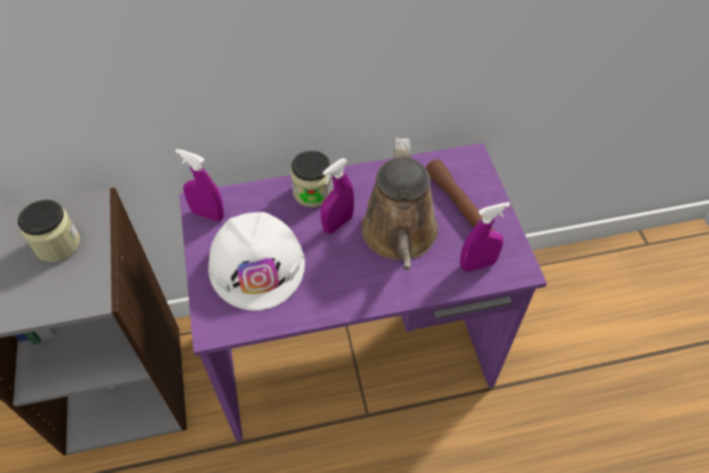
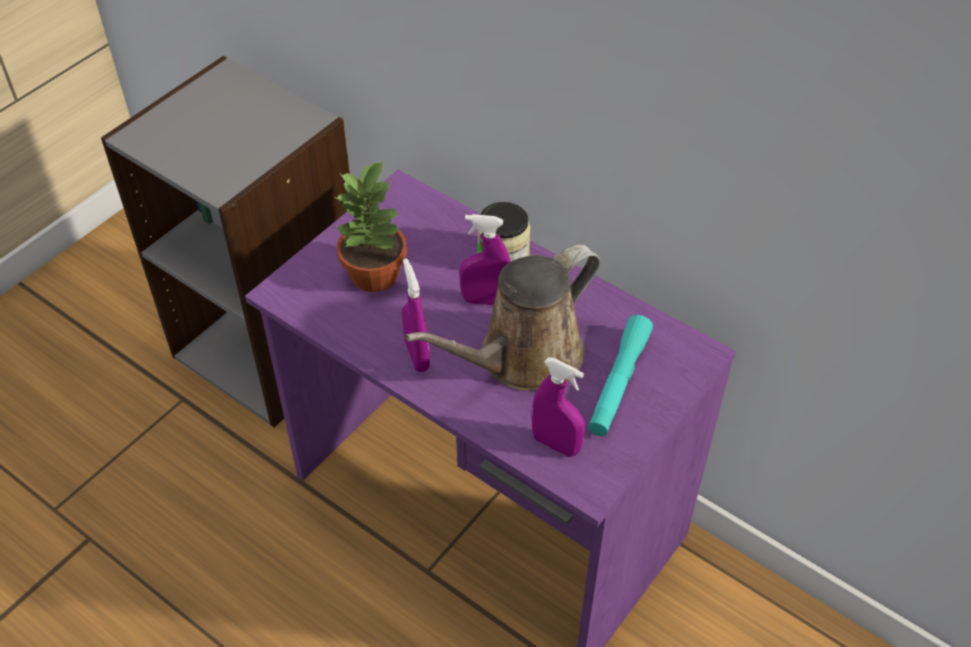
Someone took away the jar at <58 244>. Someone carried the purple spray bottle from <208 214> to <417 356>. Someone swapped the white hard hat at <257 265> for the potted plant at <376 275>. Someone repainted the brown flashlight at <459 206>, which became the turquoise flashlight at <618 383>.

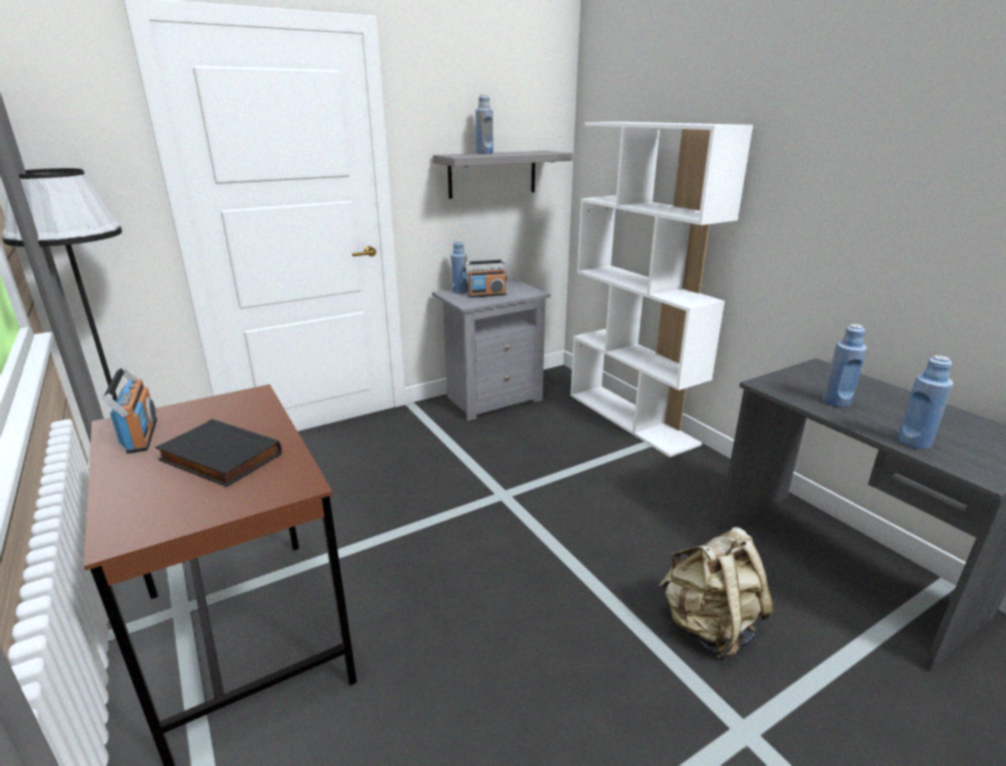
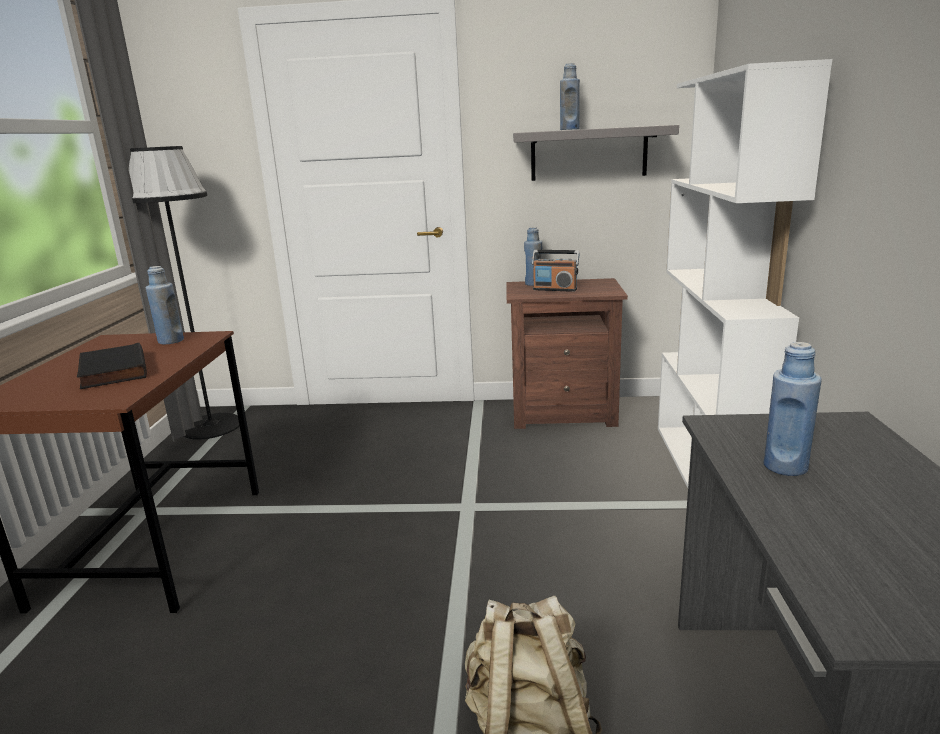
Someone took away the radio at <141 436>. Someone repainted the grey nightstand at <492 398>, which became the brown nightstand at <564 413>. Someone carried the blue bottle from <914 442> to <171 341>.

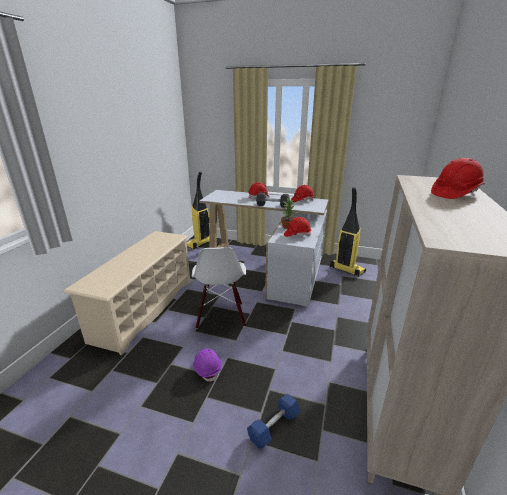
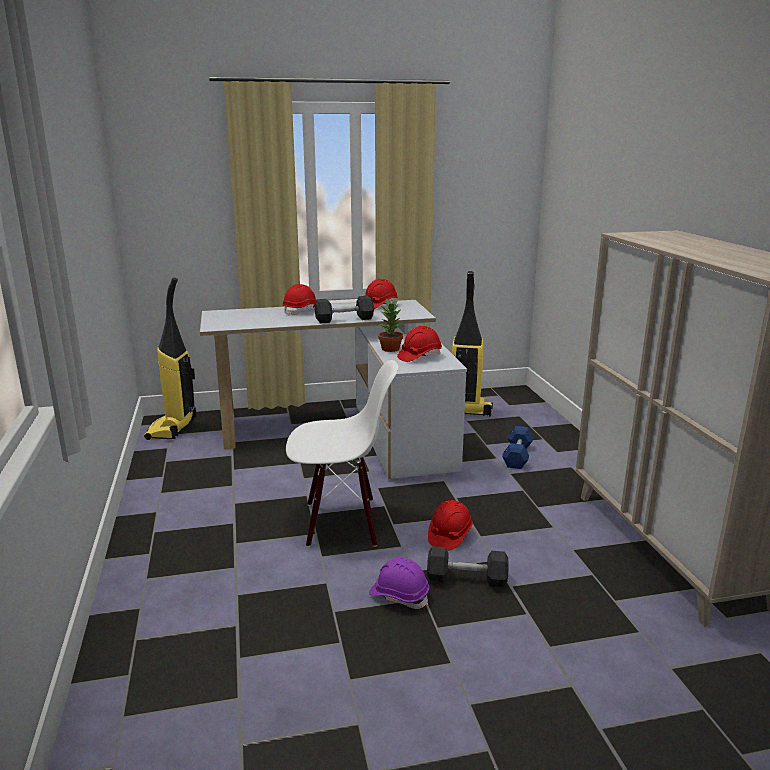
Someone took away the beige shoe rack at <144 308>. Someone rotated the white chair at <221 316> by 60 degrees counterclockwise. Someone carried the blue dumbbell from <274 426> to <517 456>. Someone carried the red hard hat from <454 193> to <449 535>. Someone put down the grey dumbbell at <466 578>.

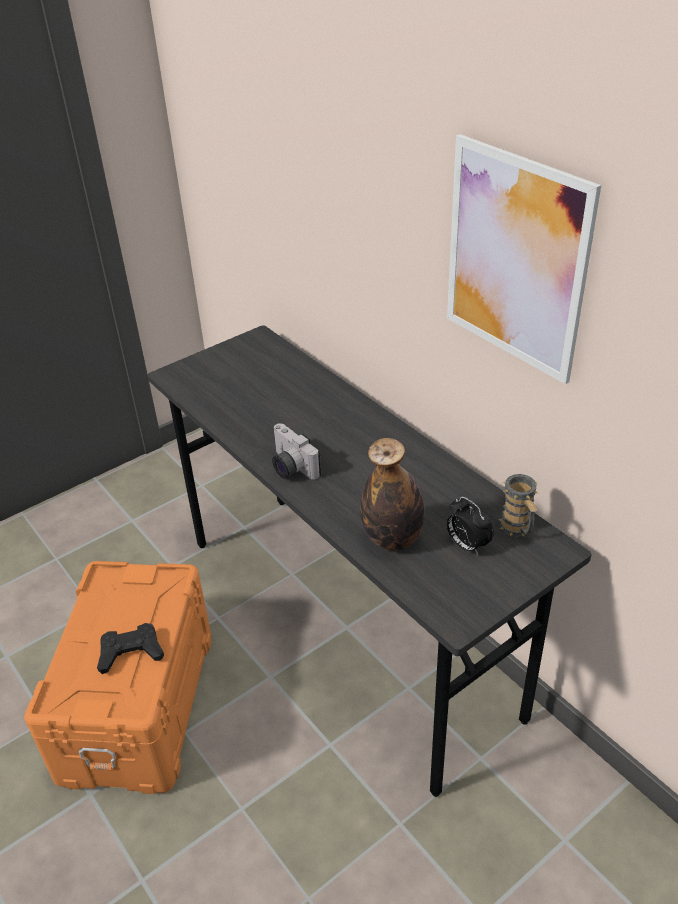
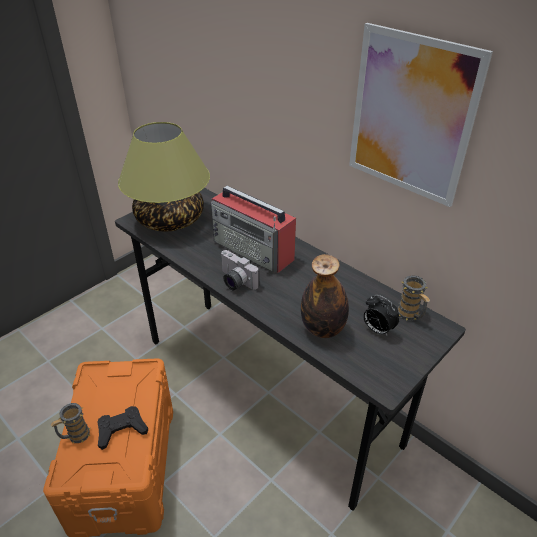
Someone put down the mug at <75 436>. Someone put down the table lamp at <170 219>. Someone put down the radio at <254 250>.

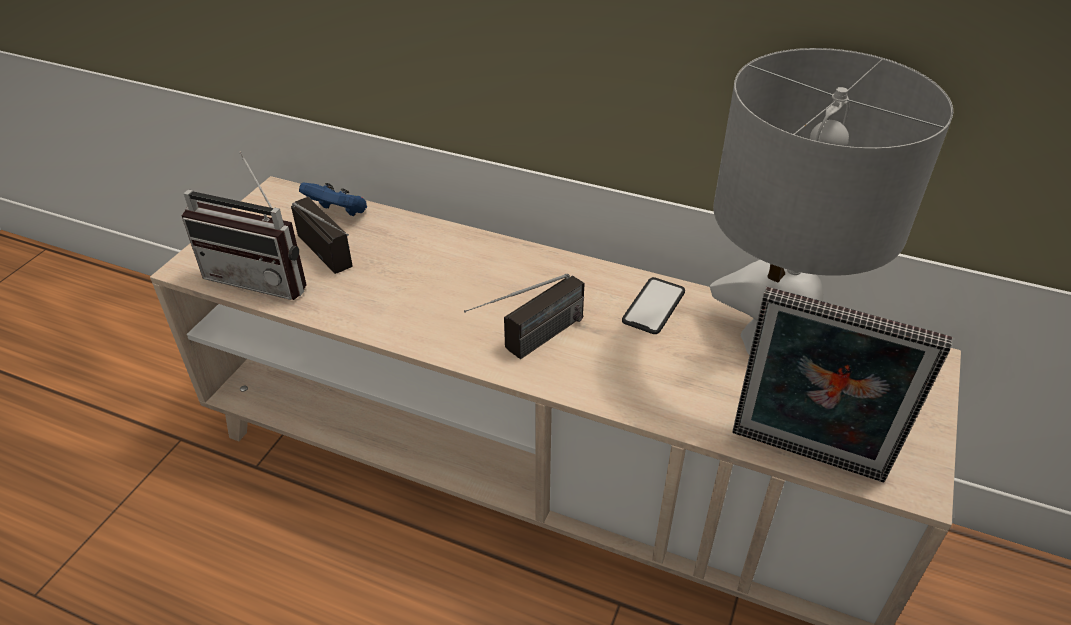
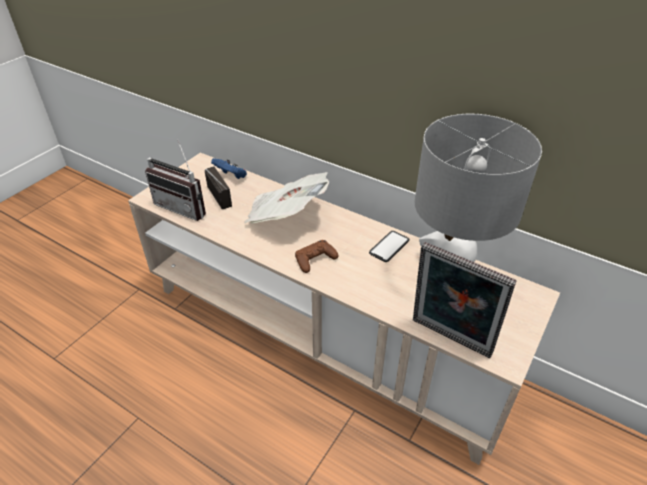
Someone swapped the radio at <529 345> for the brown game controller at <315 259>. Someone put down the newspaper at <286 216>.

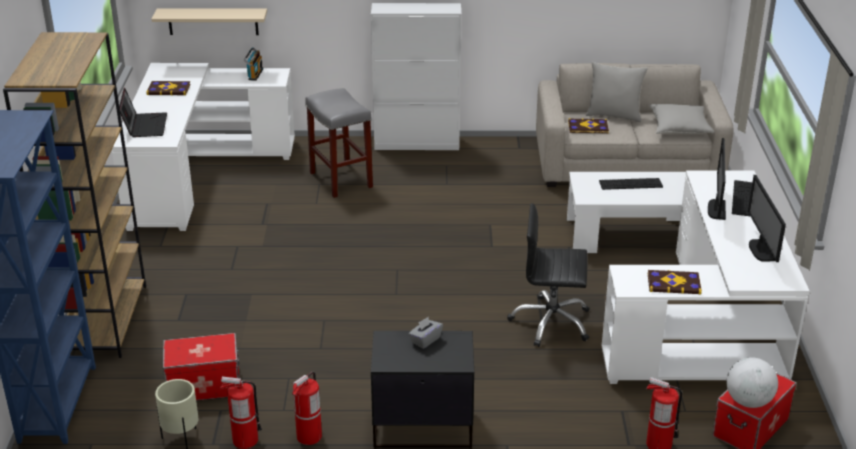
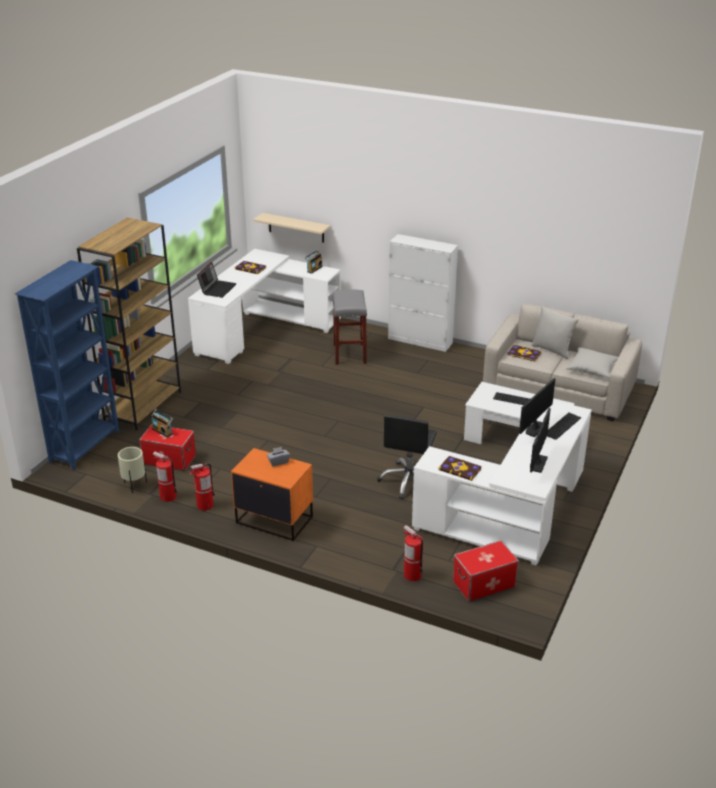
Someone repainted the black nightstand at <422 427>, which became the orange nightstand at <274 520>. Someone rotated the black office chair at <551 322> by 105 degrees counterclockwise. Someone took away the globe at <748 401>. Someone put down the radio at <163 431>.

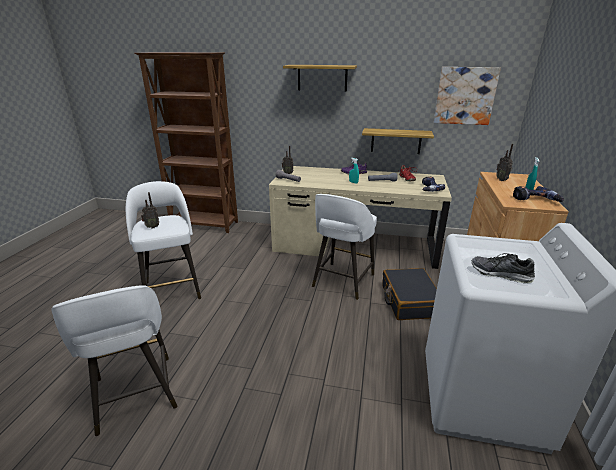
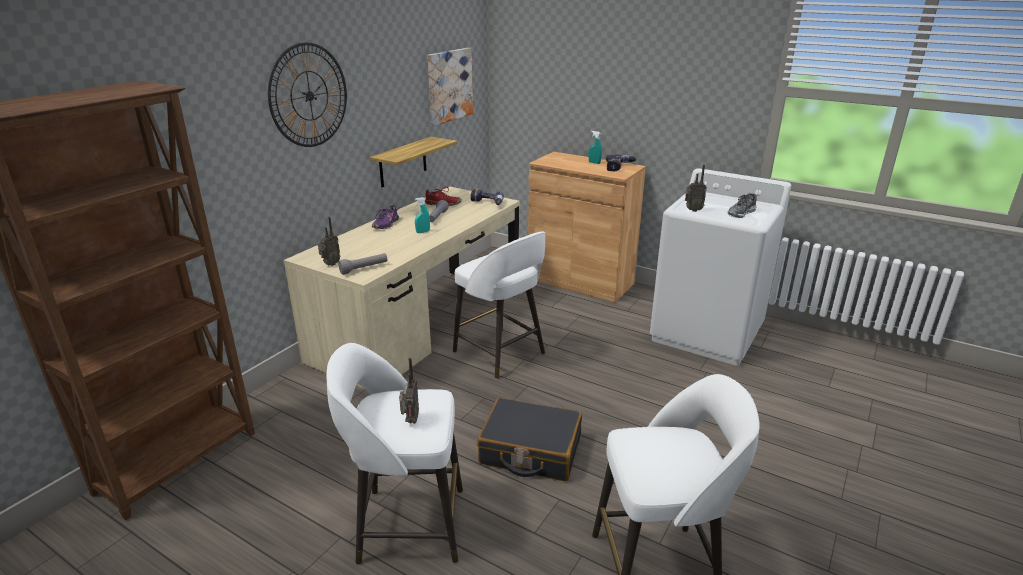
Someone swapped the shelf at <322 78> for the wall clock at <309 95>. Someone carried the black suitcase from <409 301> to <530 451>. Someone carried the radio from <502 180> to <692 210>.

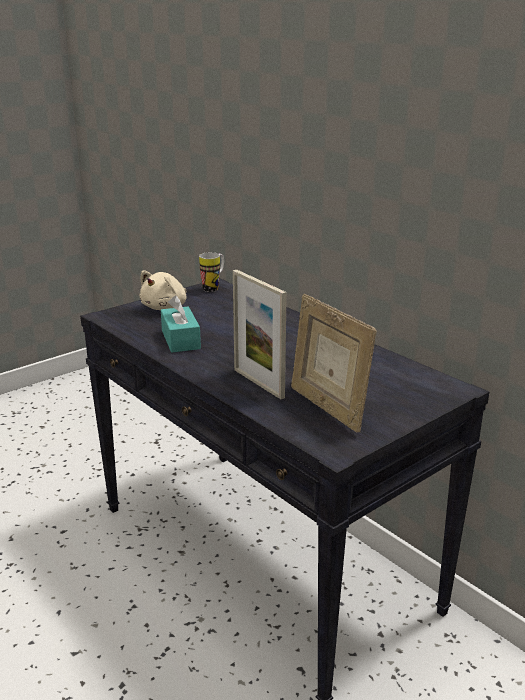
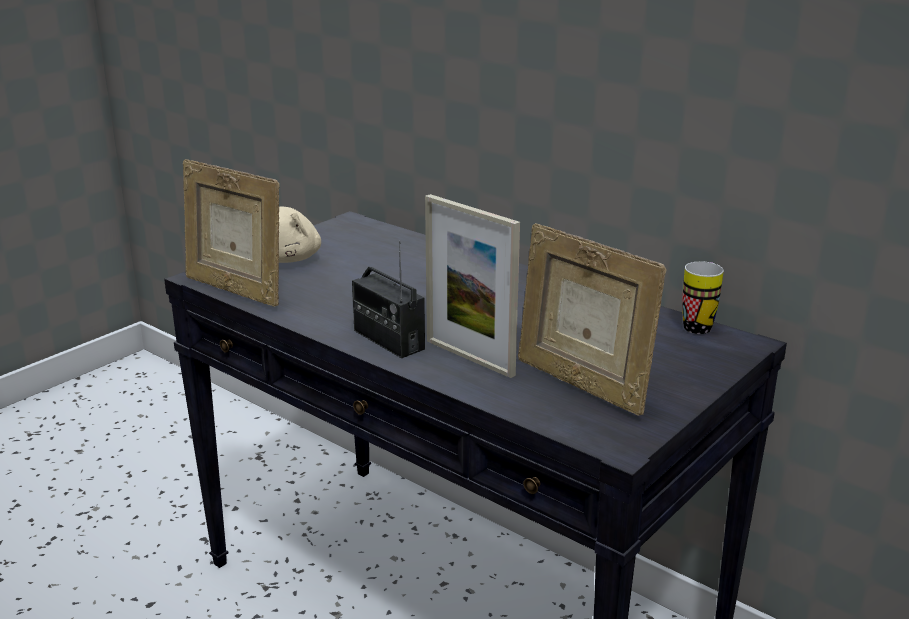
Someone took away the turquoise tissue box at <180 339>. Someone carried the mug from <214 288> to <699 324>. Someone put down the picture frame at <235 290>. Someone put down the radio at <388 340>.

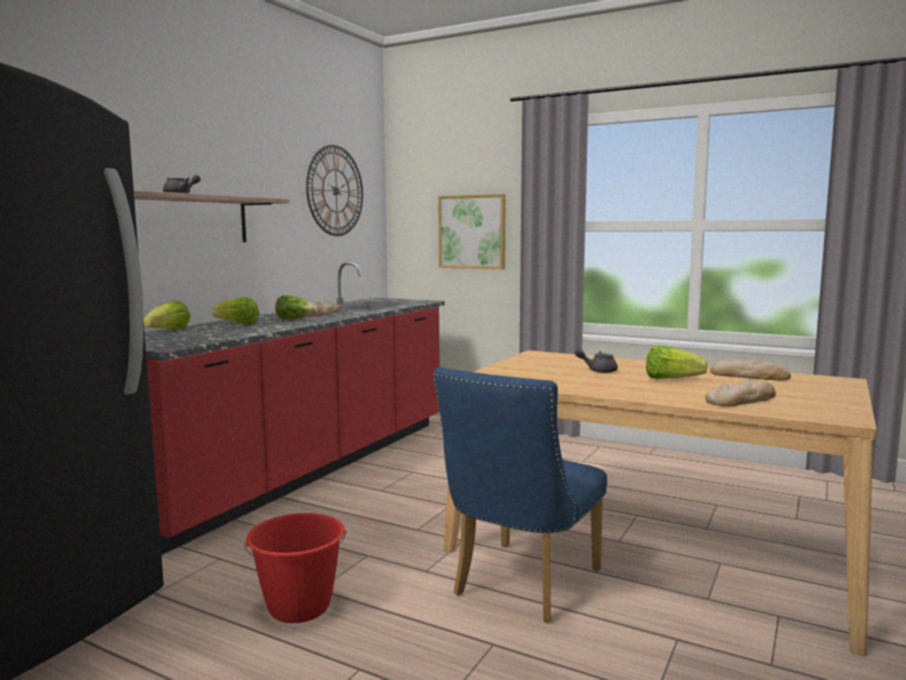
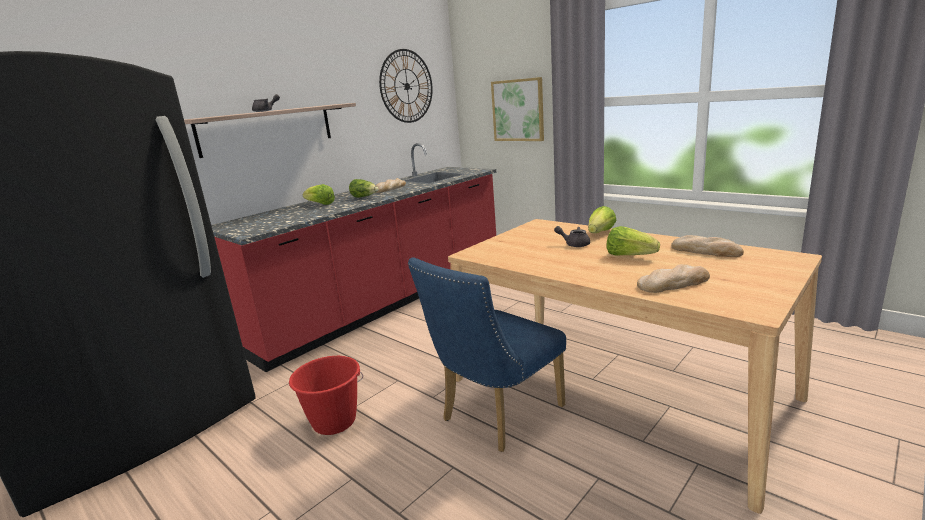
Someone carried the lettuce from <169 331> to <600 233>.

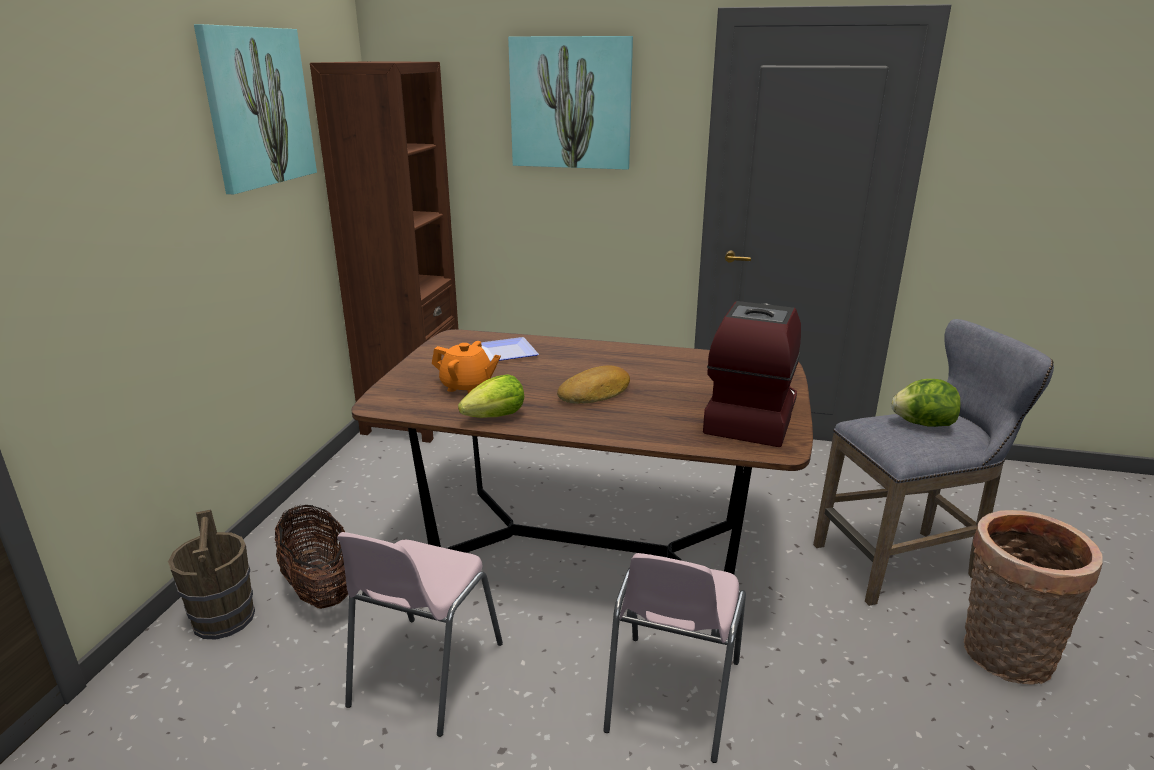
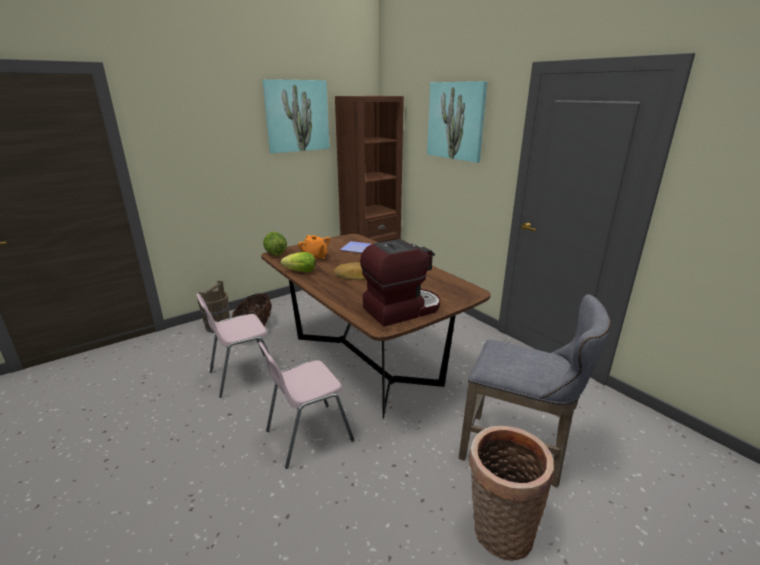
Someone carried the lettuce from <922 424> to <275 254>.

